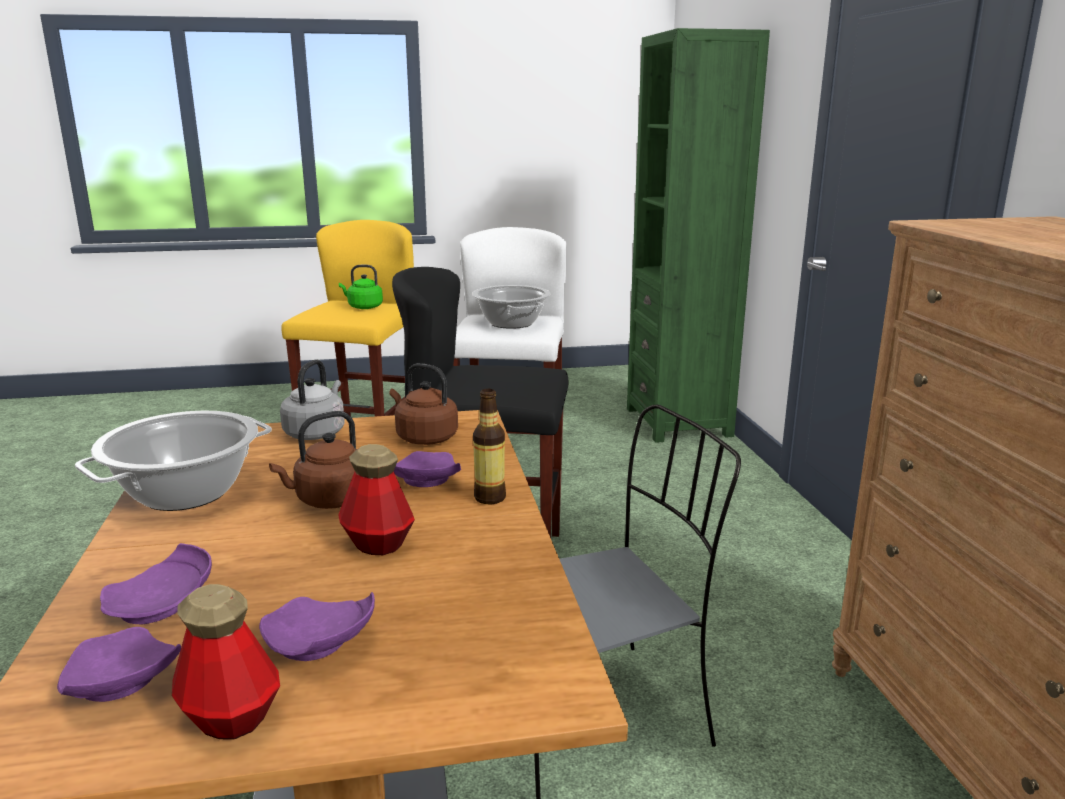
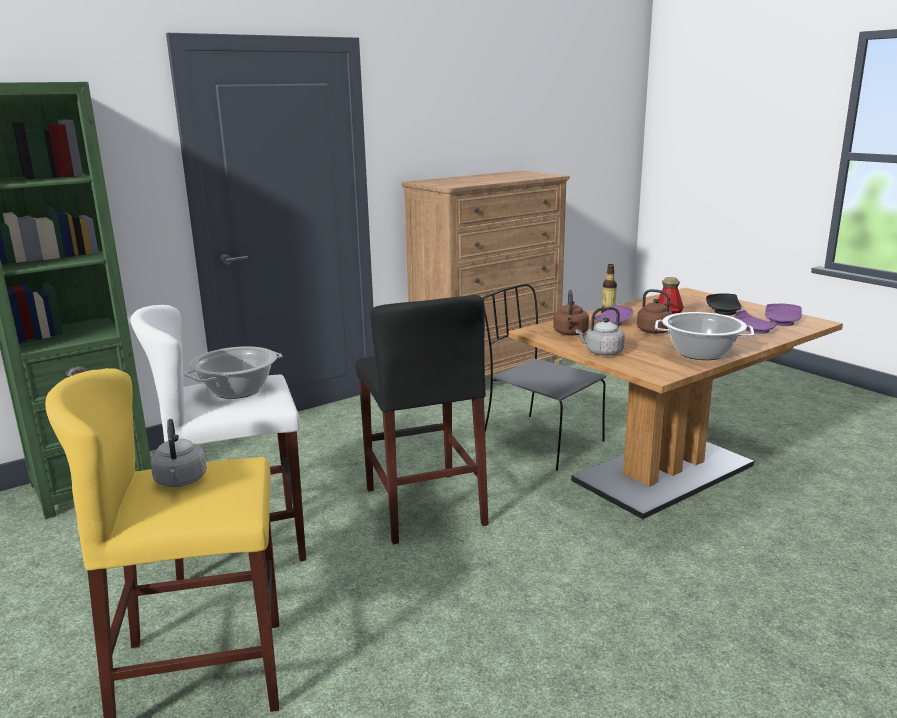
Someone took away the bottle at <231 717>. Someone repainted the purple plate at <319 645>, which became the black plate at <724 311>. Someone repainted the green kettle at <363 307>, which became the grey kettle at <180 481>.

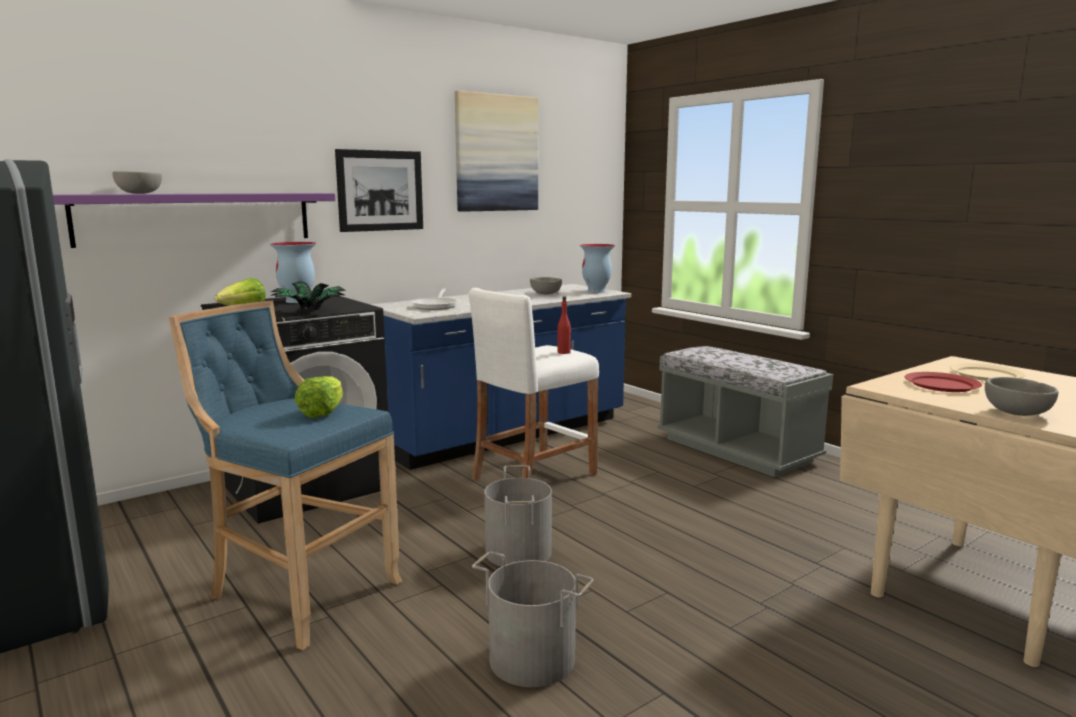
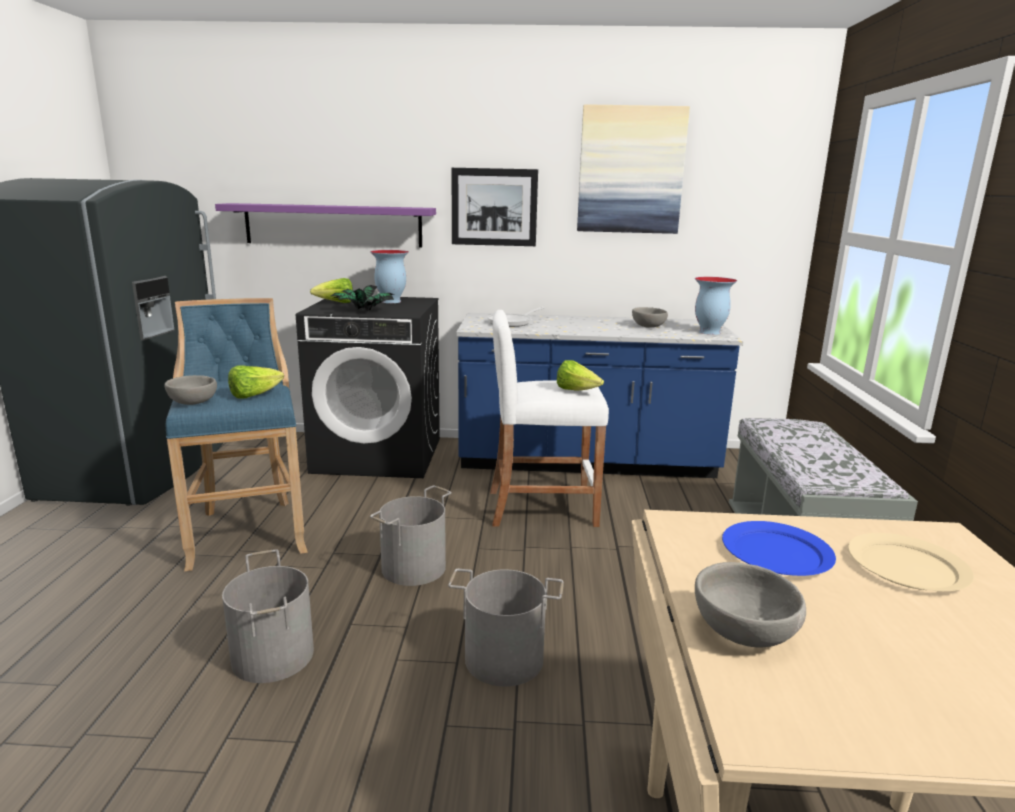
Someone carried the grey bowl from <138 193> to <192 402>. Someone swapped the red bottle at <564 352> for the lettuce at <576 391>. Someone repainted the red plate at <941 385>, which became the blue plate at <776 552>. Someone put down the grey bucket at <504 659>.

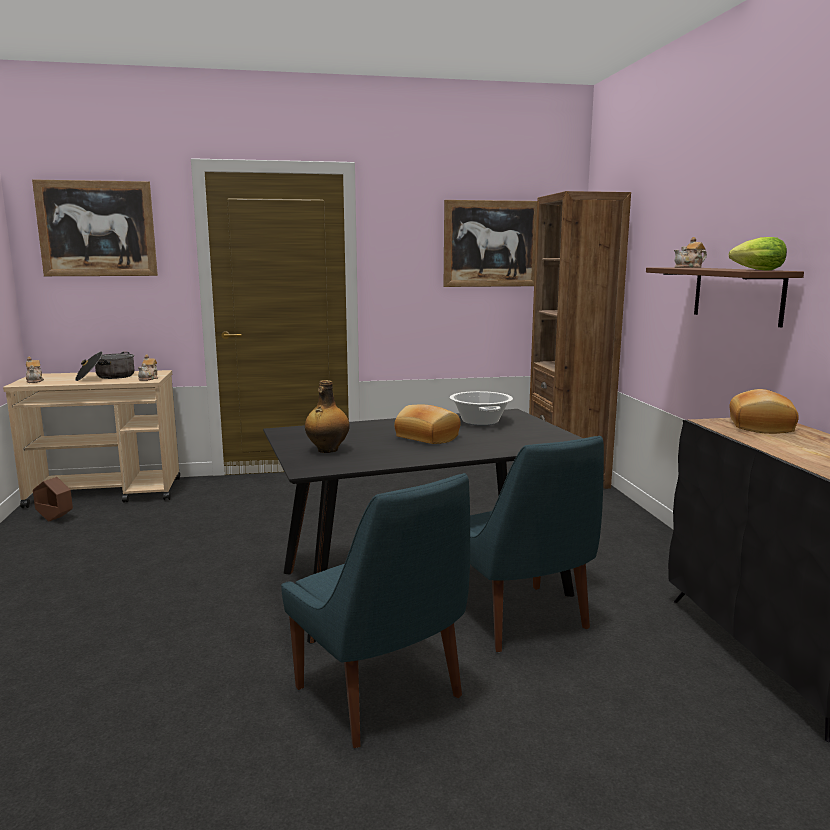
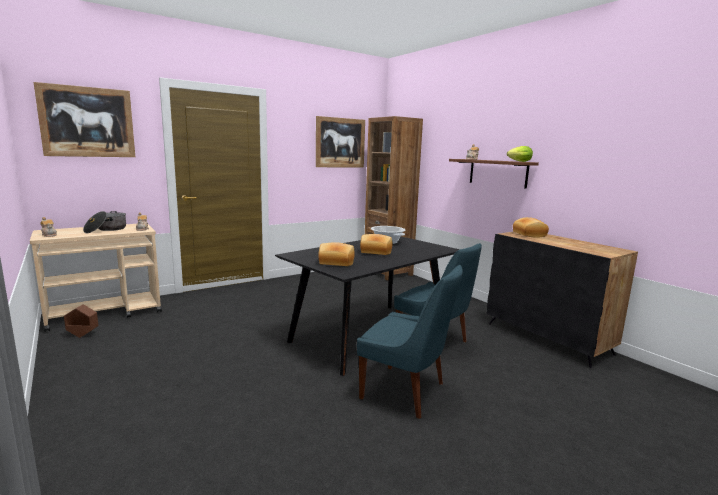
Someone swapped the bottle at <327 450> for the bread at <336 263>.

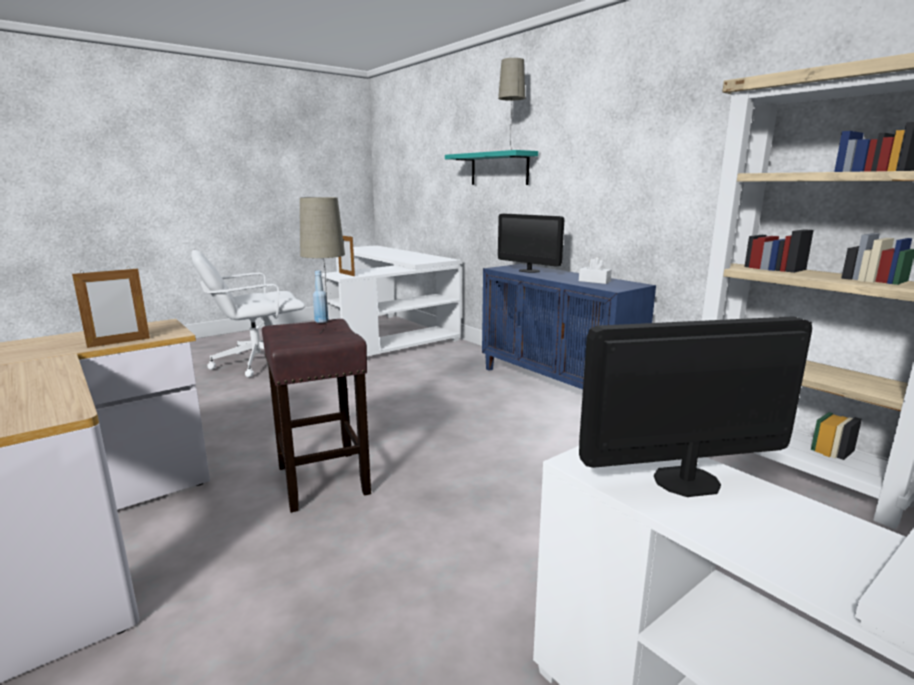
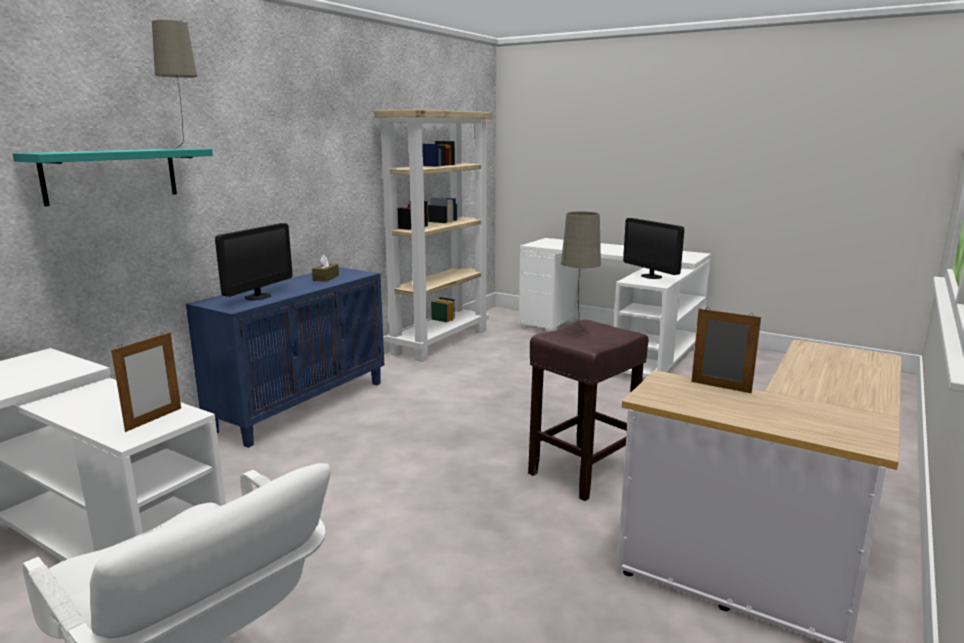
Someone took away the blue bottle at <321 321>. Someone repainted the white tissue box at <594 281>, which became the brown tissue box at <326 278>.

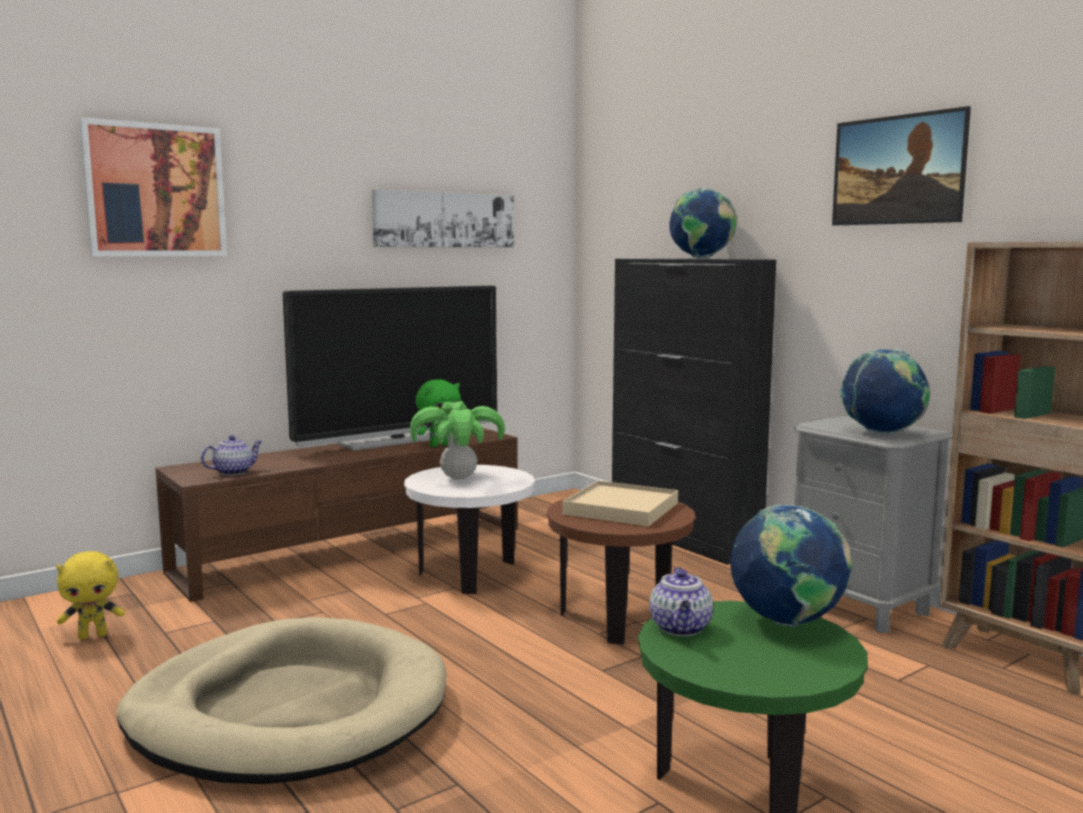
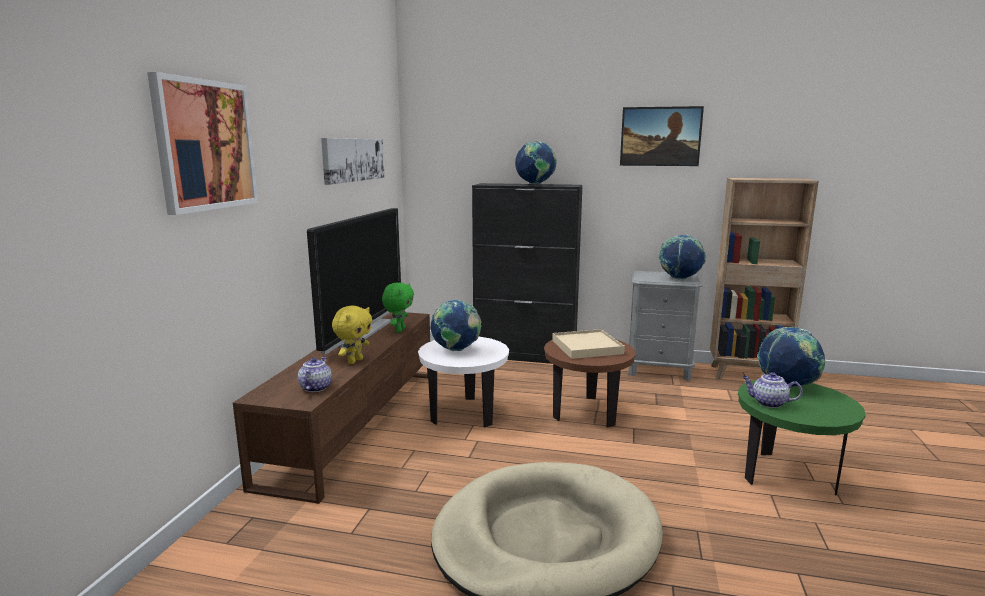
Someone carried the yellow plush toy from <93 635> to <354 361>. Someone swapped the potted plant at <459 478> for the globe at <456 350>. Someone rotated the teapot at <681 628> by 150 degrees clockwise.

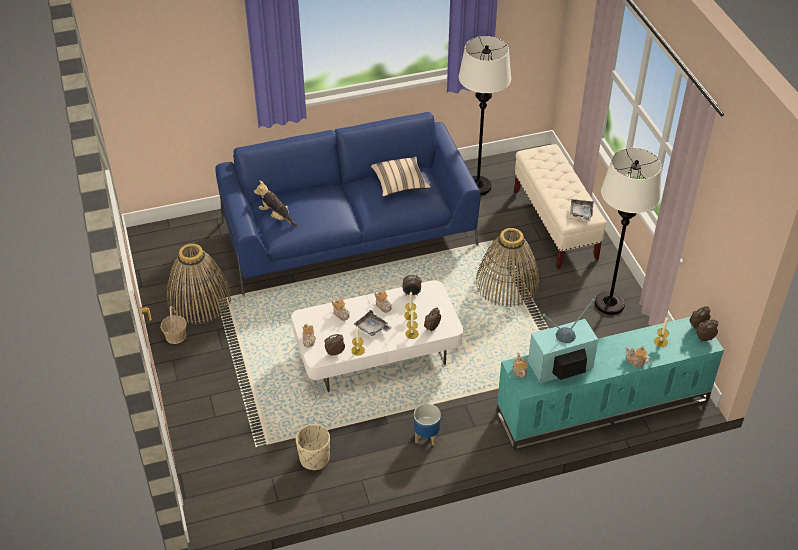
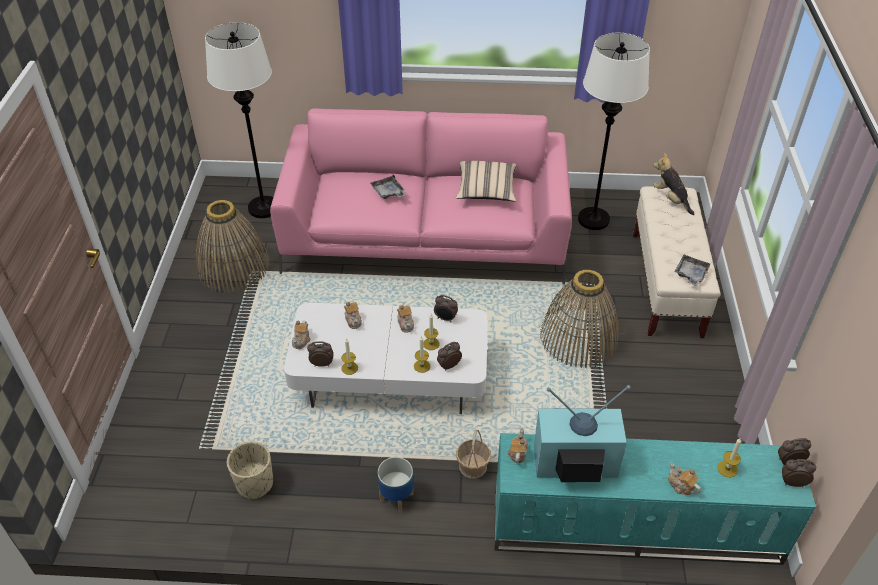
Someone carried the basket from <175 336> to <472 466>. Someone repainted the blue sofa at <348 233>, which became the pink sofa at <425 236>. Someone carried the plush toy from <276 216> to <671 199>. Someone carried the grey tray from <372 328> to <388 192>. Someone carried the white floor lamp from <609 303> to <264 208>.

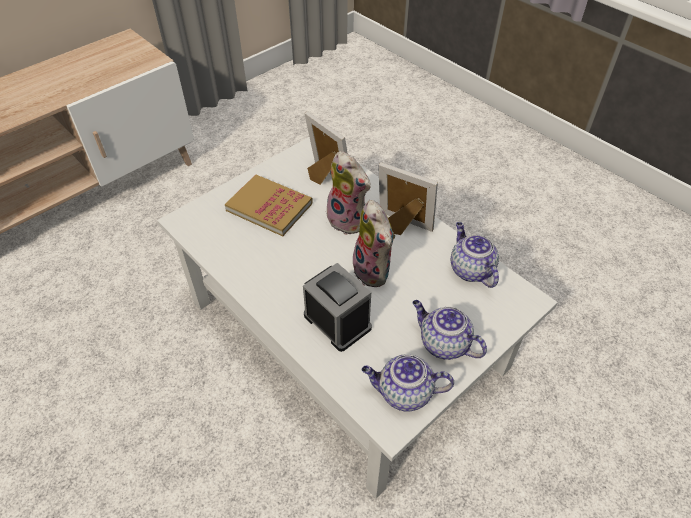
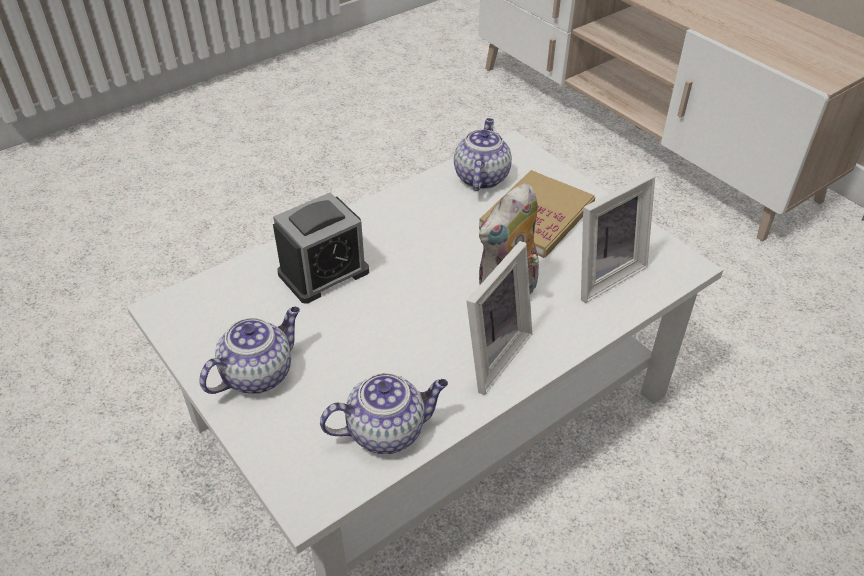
Someone took away the plush toy at <374 271>. Someone carried the teapot from <404 393> to <481 177>.

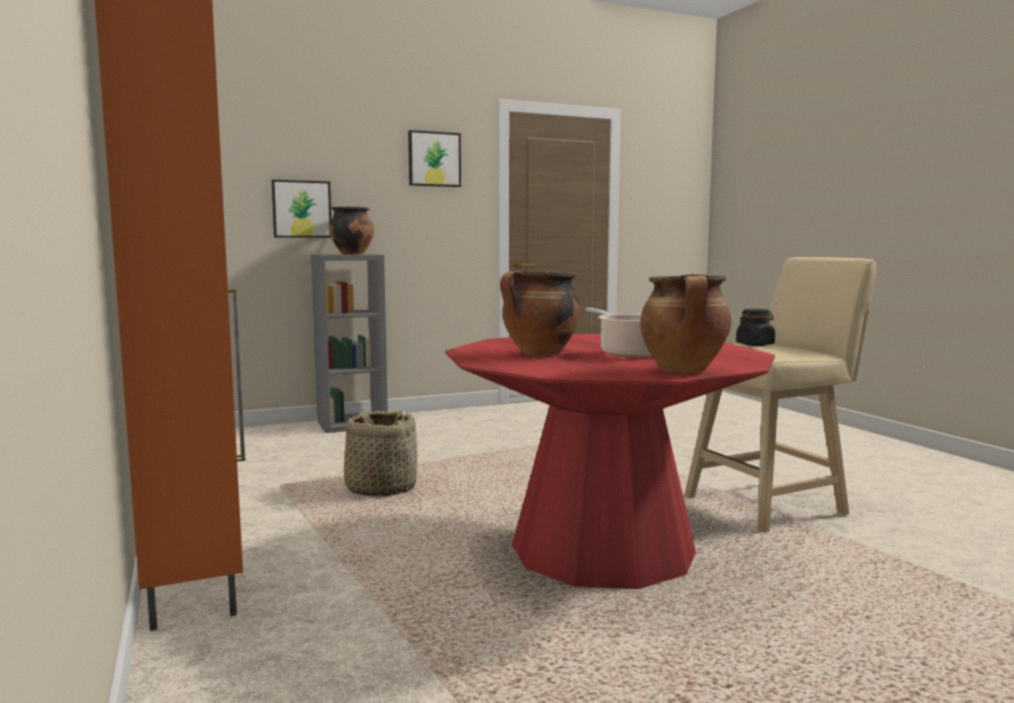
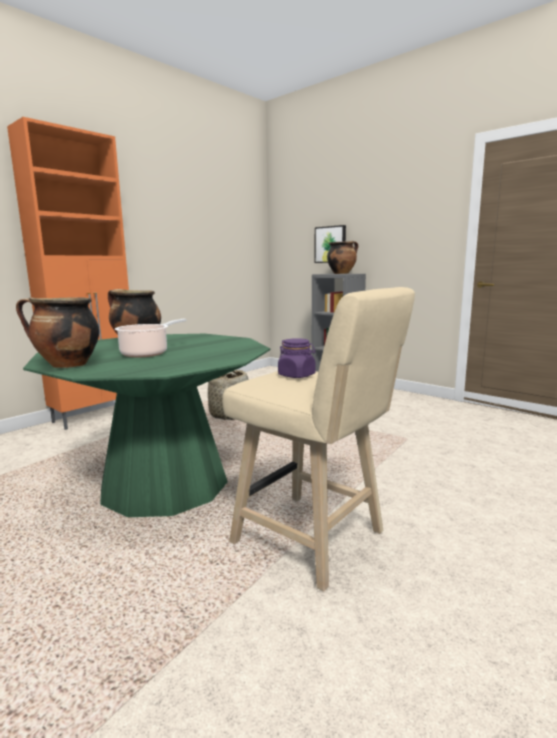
Someone took away the picture at <434 159>. Someone repainted the red dining table at <602 549>, which became the green dining table at <165 485>. Someone repainted the black jar at <755 344>, which became the purple jar at <297 375>.

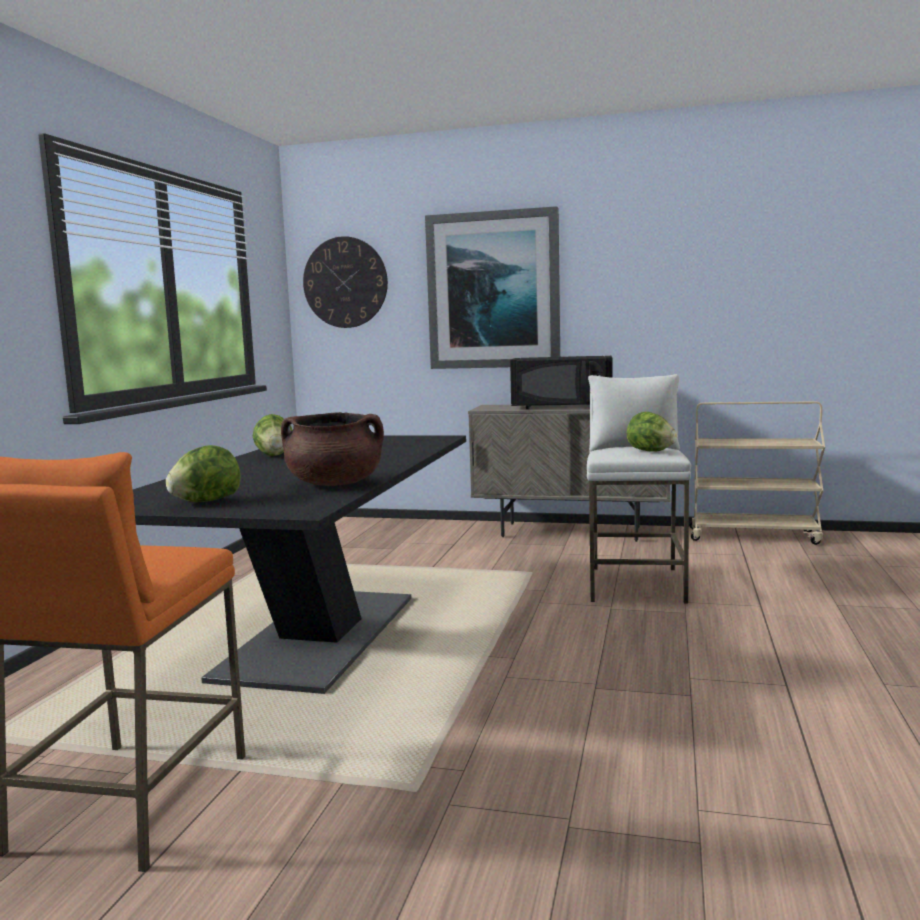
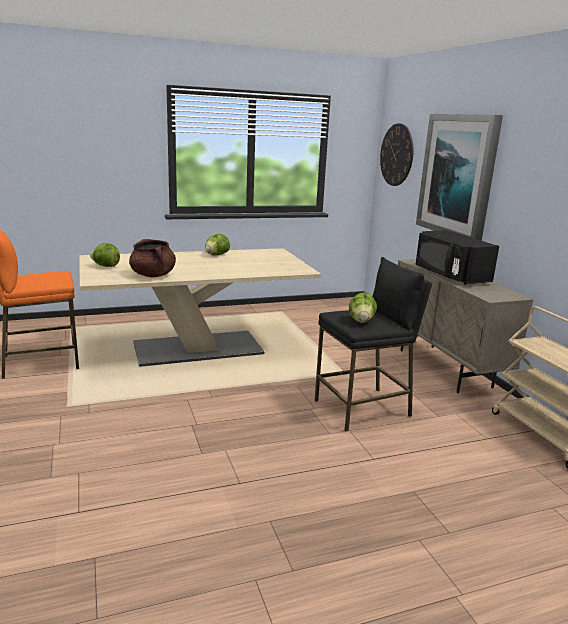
Someone repainted the black dining table at <319 637>, which became the beige dining table at <198 349>. Someone repainted the white stool at <636 584>, which became the black stool at <363 408>.

